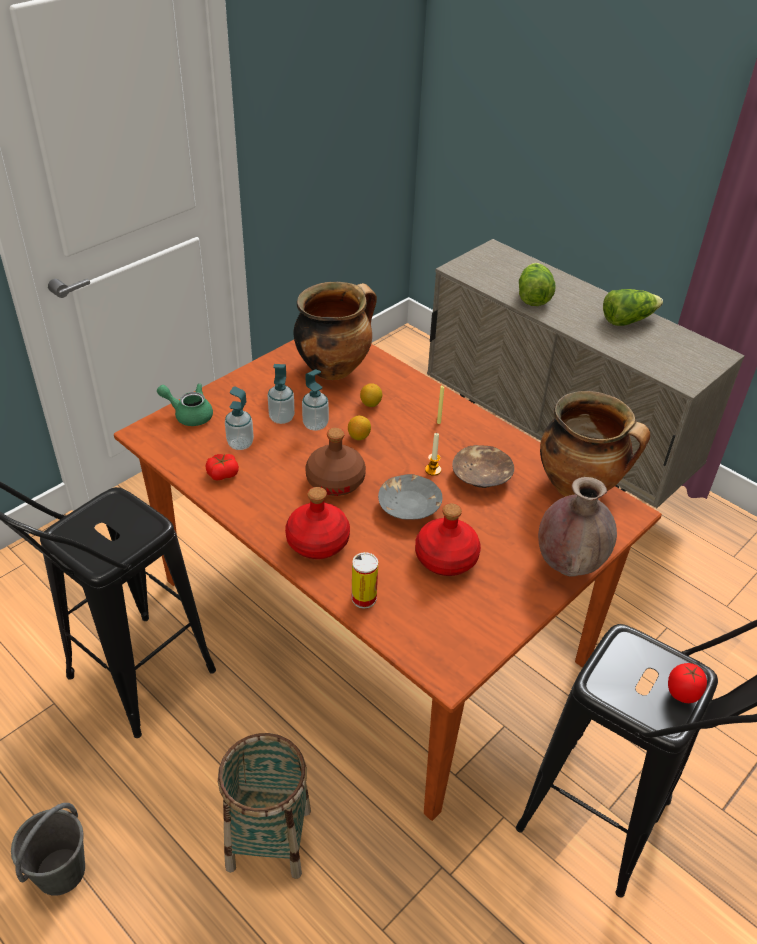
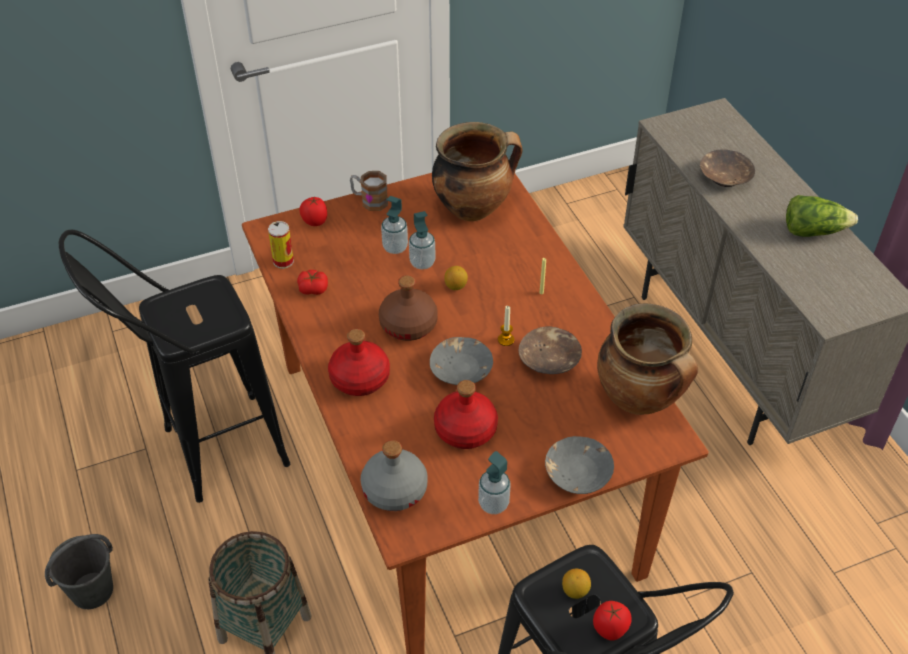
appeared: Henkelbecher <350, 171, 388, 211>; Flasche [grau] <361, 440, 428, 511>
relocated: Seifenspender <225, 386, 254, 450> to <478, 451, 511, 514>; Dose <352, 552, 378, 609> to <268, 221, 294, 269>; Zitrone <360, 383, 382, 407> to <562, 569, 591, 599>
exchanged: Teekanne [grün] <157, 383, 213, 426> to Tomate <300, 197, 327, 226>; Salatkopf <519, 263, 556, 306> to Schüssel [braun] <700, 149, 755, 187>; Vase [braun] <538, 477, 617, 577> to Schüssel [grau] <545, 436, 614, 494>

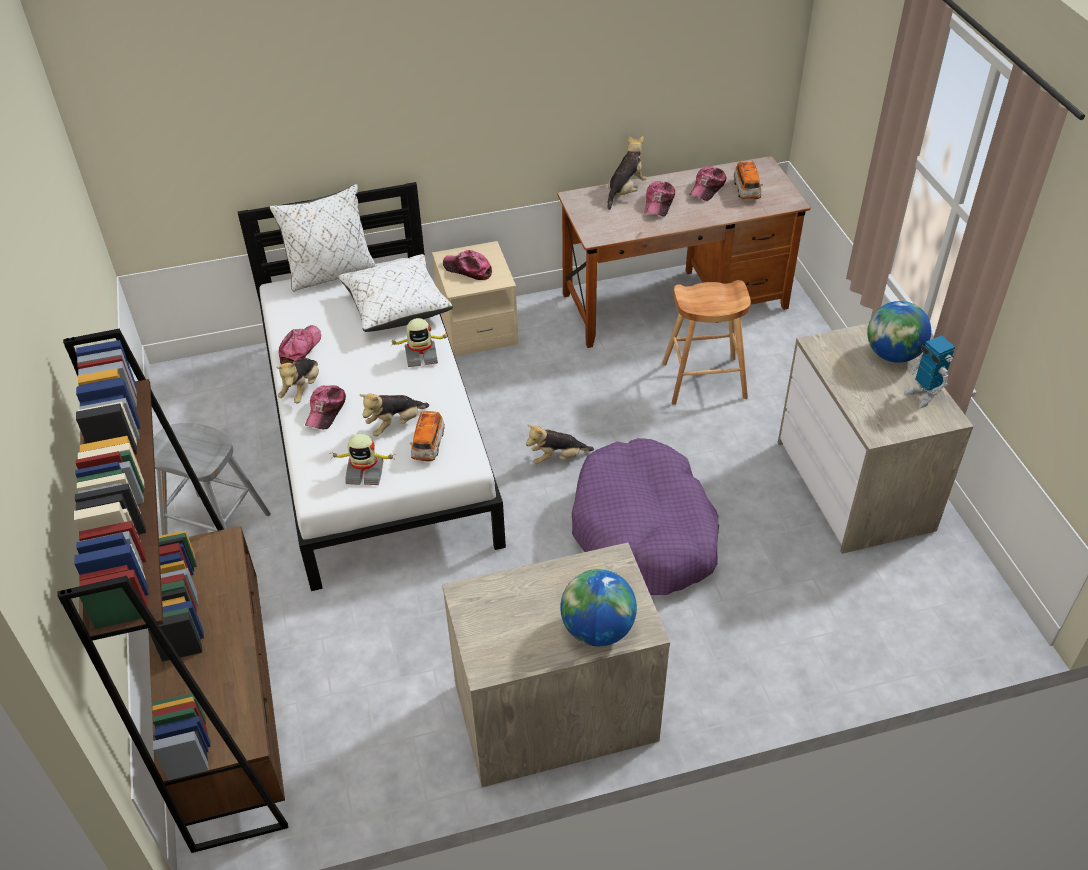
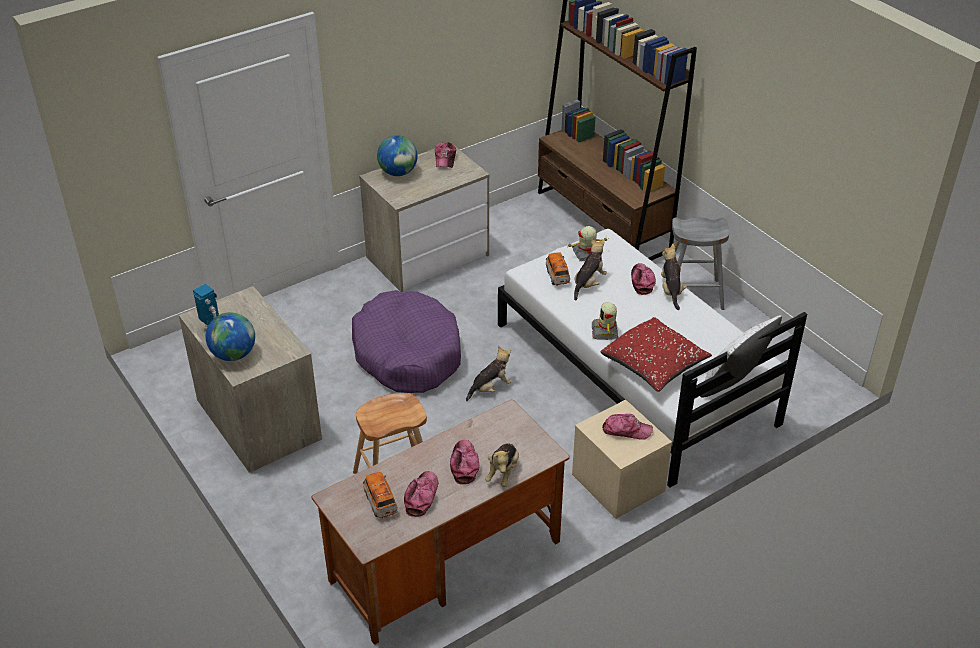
relocated: Kappe <279, 325, 321, 364> to <435, 142, 456, 168>
colour: Kissen [weiß] <339, 254, 453, 332> to Kissen [rot] <600, 317, 712, 392>
spun: Spielzeugroboter <389, 318, 449, 367> = <592, 302, 618, 340> 60 degrees counterclockwise

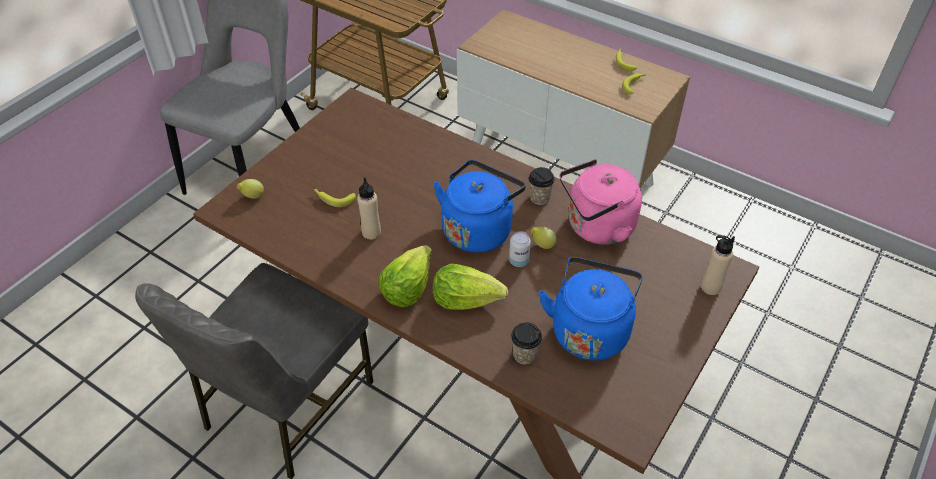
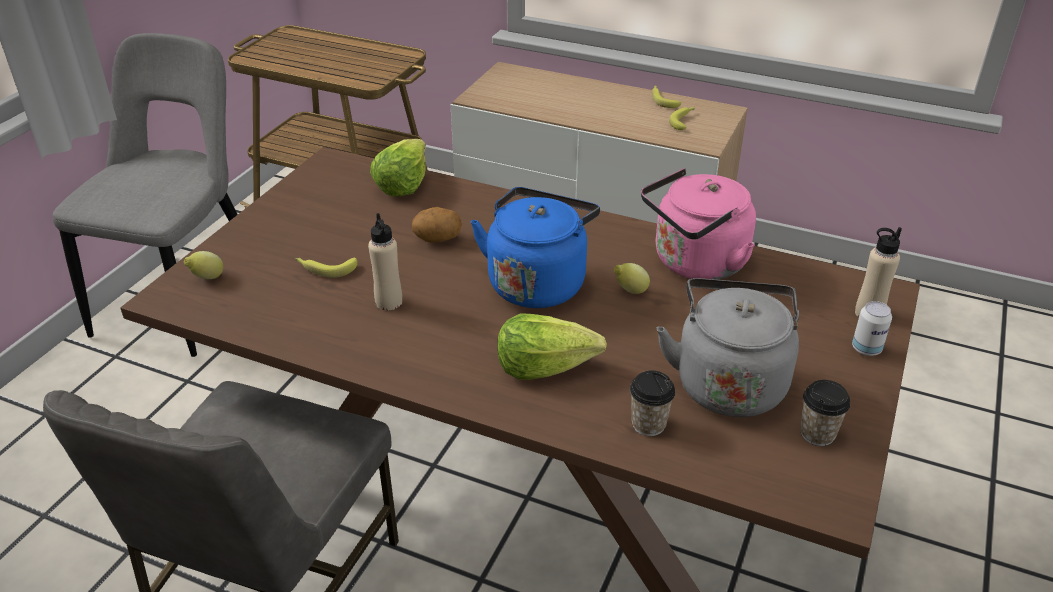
appeared: Kartoffel <412, 207, 462, 243>
relocated: Salatkopf <378, 245, 432, 307> to <370, 139, 426, 197>; Dose <509, 231, 531, 267> to <852, 301, 892, 356>; Tasse <528, 167, 555, 205> to <800, 380, 850, 446>
colour: Wasserkessel [blau] <539, 257, 643, 361> to Wasserkessel [grau] <657, 278, 799, 417>

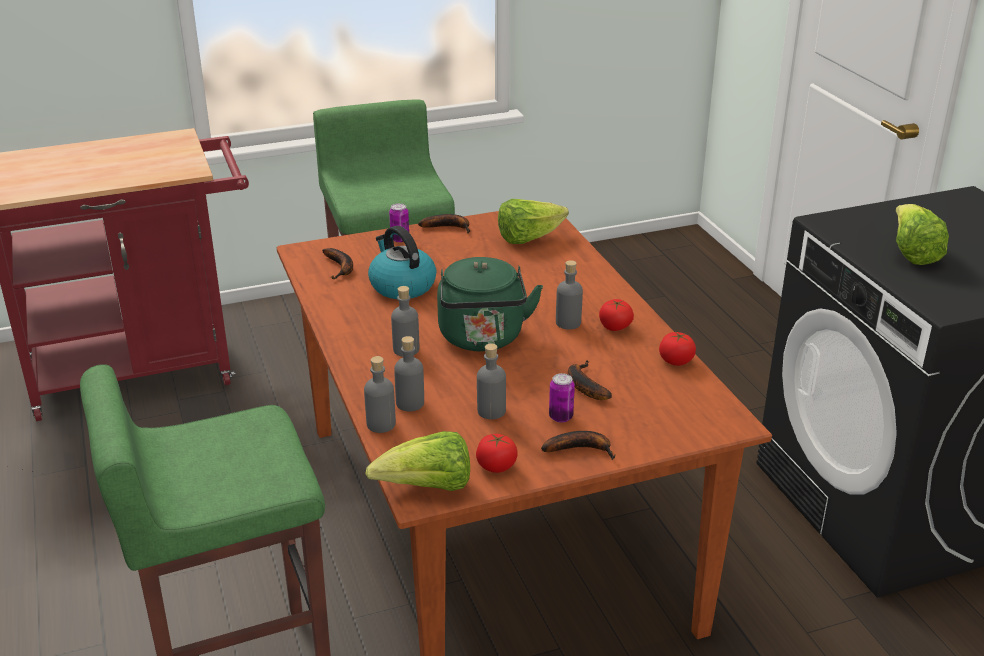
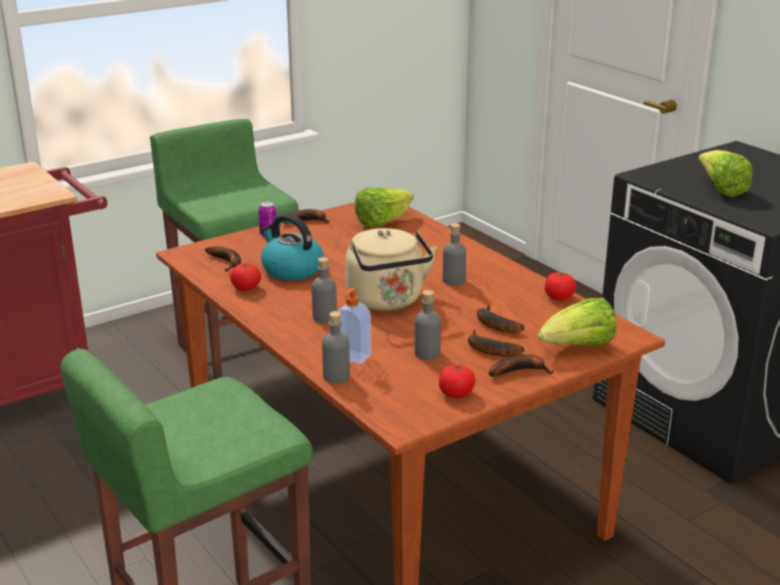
relocated: Salatkopf <365, 431, 470, 491> to <538, 298, 617, 346>; Tomate <599, 299, 634, 331> to <230, 263, 261, 291>
exchanged: Flasche [grau] <394, 336, 424, 411> to Seifenspender <338, 288, 371, 364>; Dose <549, 373, 575, 423> to Banane <468, 330, 524, 357>
colour: Wasserkessel [grün] <437, 257, 543, 351> to Wasserkessel [beige] <345, 228, 437, 311>

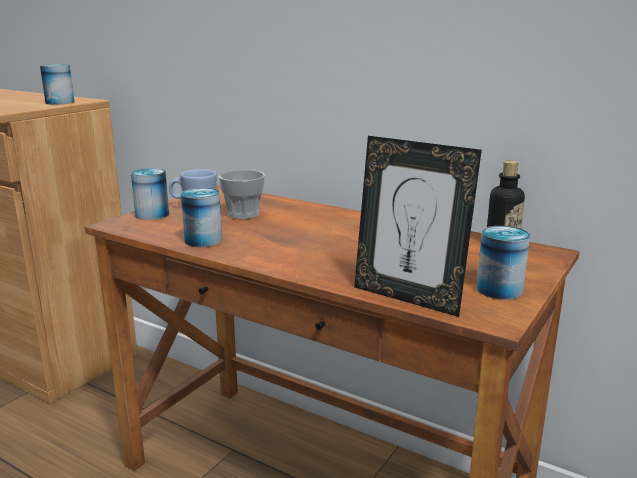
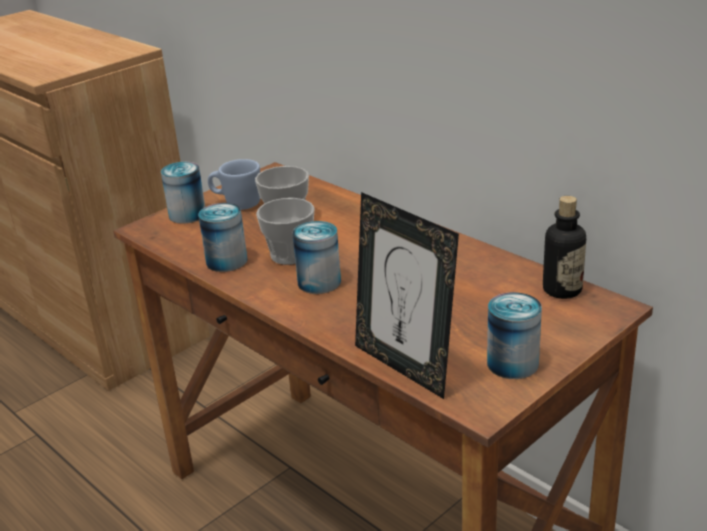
appeared: Tasse <256, 198, 315, 265>
relocated: Dose <40, 64, 74, 105> to <293, 221, 341, 294>

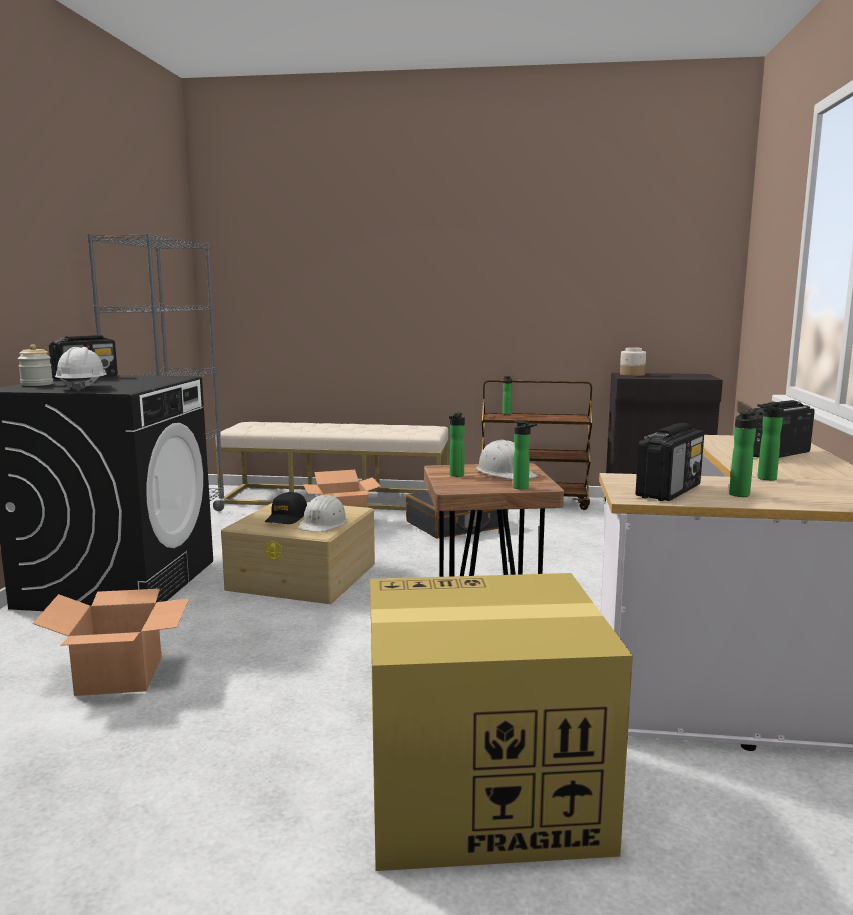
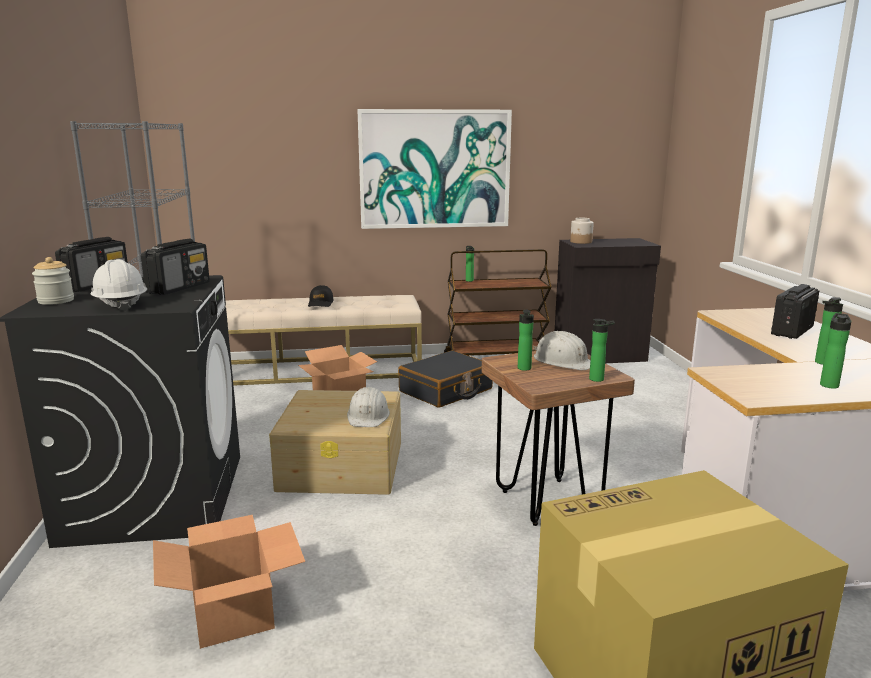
appeared: Bild <357, 109, 512, 229>
relocated: Kappe [schwarz] <265, 492, 307, 524> to <308, 285, 334, 307>; Radio <636, 423, 704, 501> to <141, 239, 210, 295>

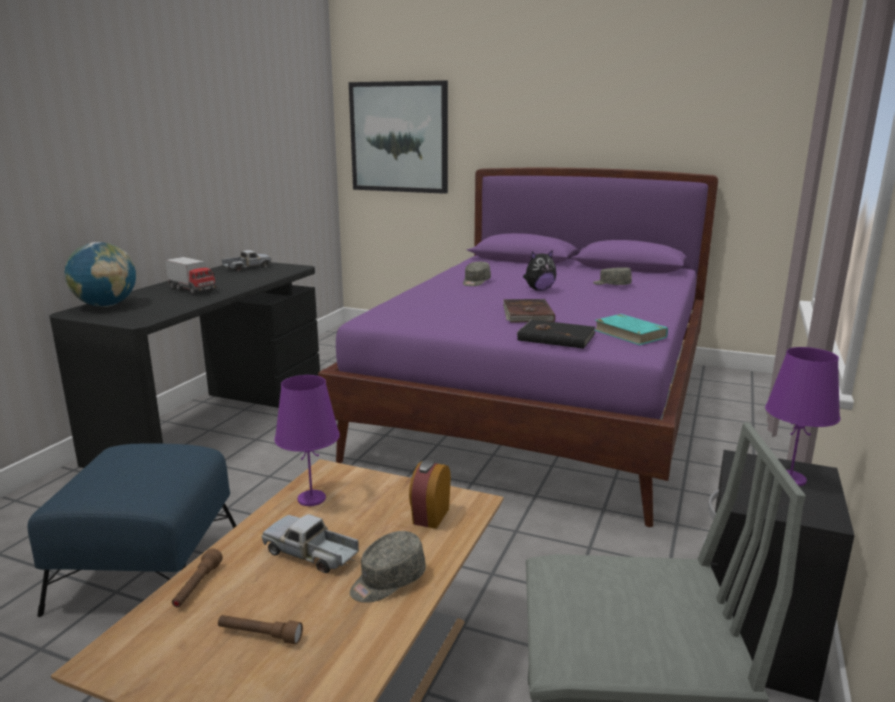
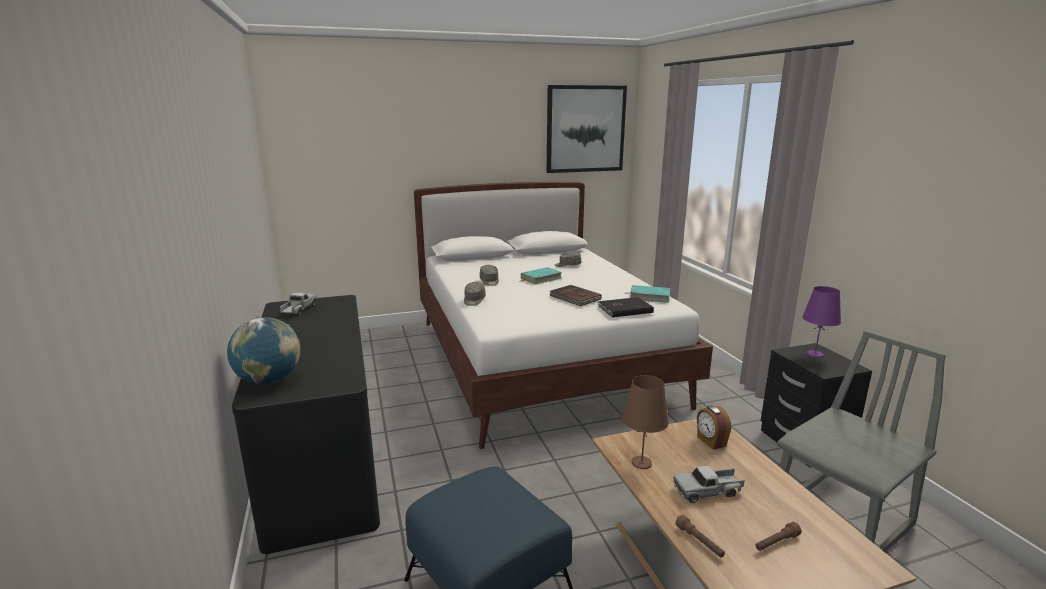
missing: Spielzeuglaster <165, 257, 217, 295>
relocated: Bild <349, 80, 448, 194> to <547, 85, 627, 173>; Kappe [grau] <350, 531, 426, 603> to <464, 282, 486, 306>
exchanged: Plüschtier <523, 250, 556, 291> to Buch [türkis] <520, 267, 562, 284>
colour: Tischlampe [lila] <275, 375, 340, 506> to Tischlampe [braun] <622, 375, 669, 469>; Bett [lila] <318, 168, 718, 527> to Bett [weiß] <414, 182, 713, 449>

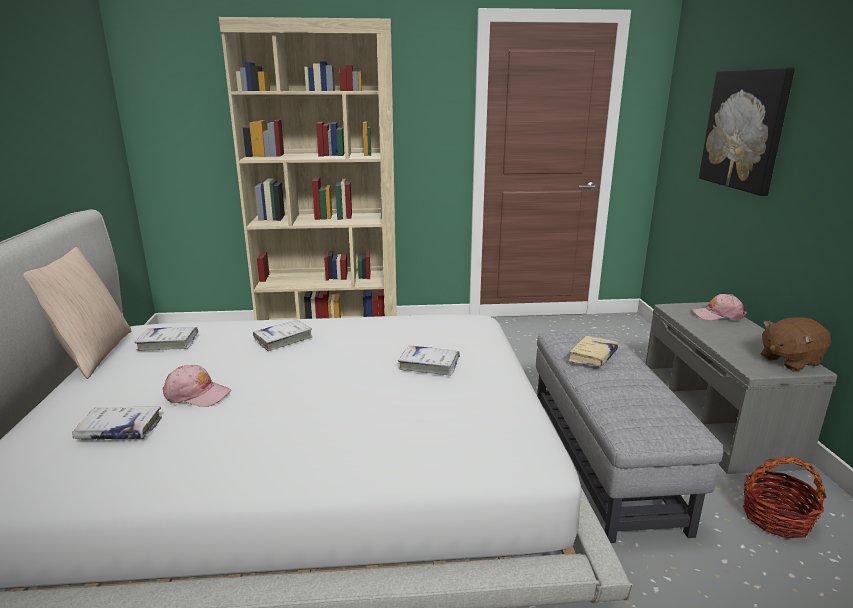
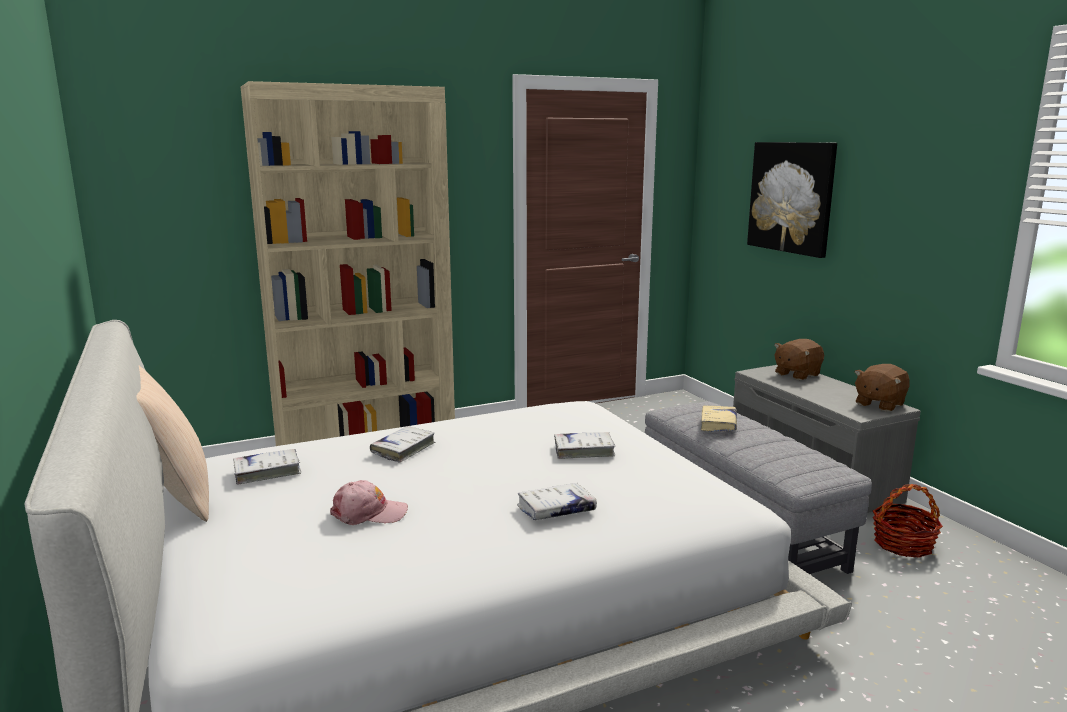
relocated: Buch [weiß] <72, 406, 162, 439> to <517, 483, 597, 520>
exchanged: Kappe [rosa] <692, 294, 747, 320> to Plüschtier [braun] <774, 339, 824, 380>

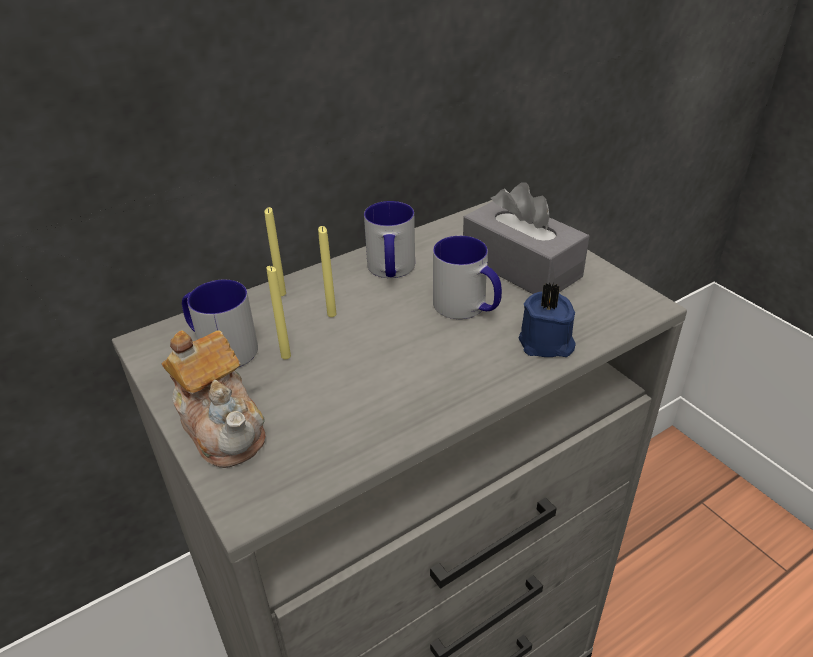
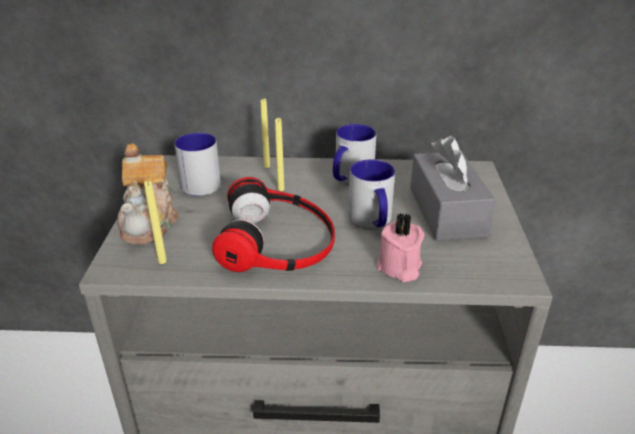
appeared: Kopfhörer <212, 177, 335, 272>
relocated: Kerze [gelb] <266, 266, 291, 359> to <144, 181, 167, 264>
colour: Kerze [blau] <518, 282, 576, 357> to Kerze [rosa] <376, 213, 424, 282>

